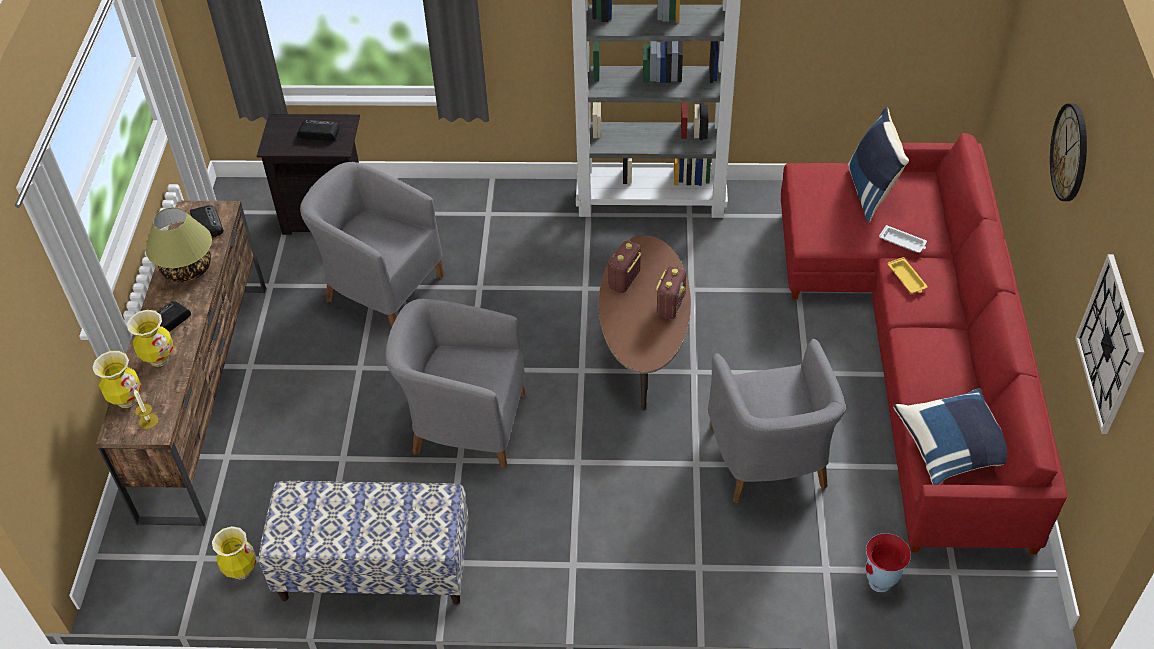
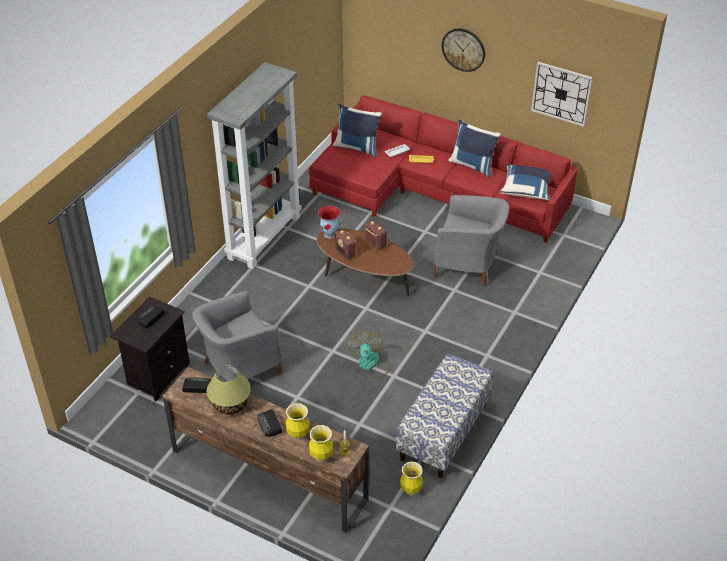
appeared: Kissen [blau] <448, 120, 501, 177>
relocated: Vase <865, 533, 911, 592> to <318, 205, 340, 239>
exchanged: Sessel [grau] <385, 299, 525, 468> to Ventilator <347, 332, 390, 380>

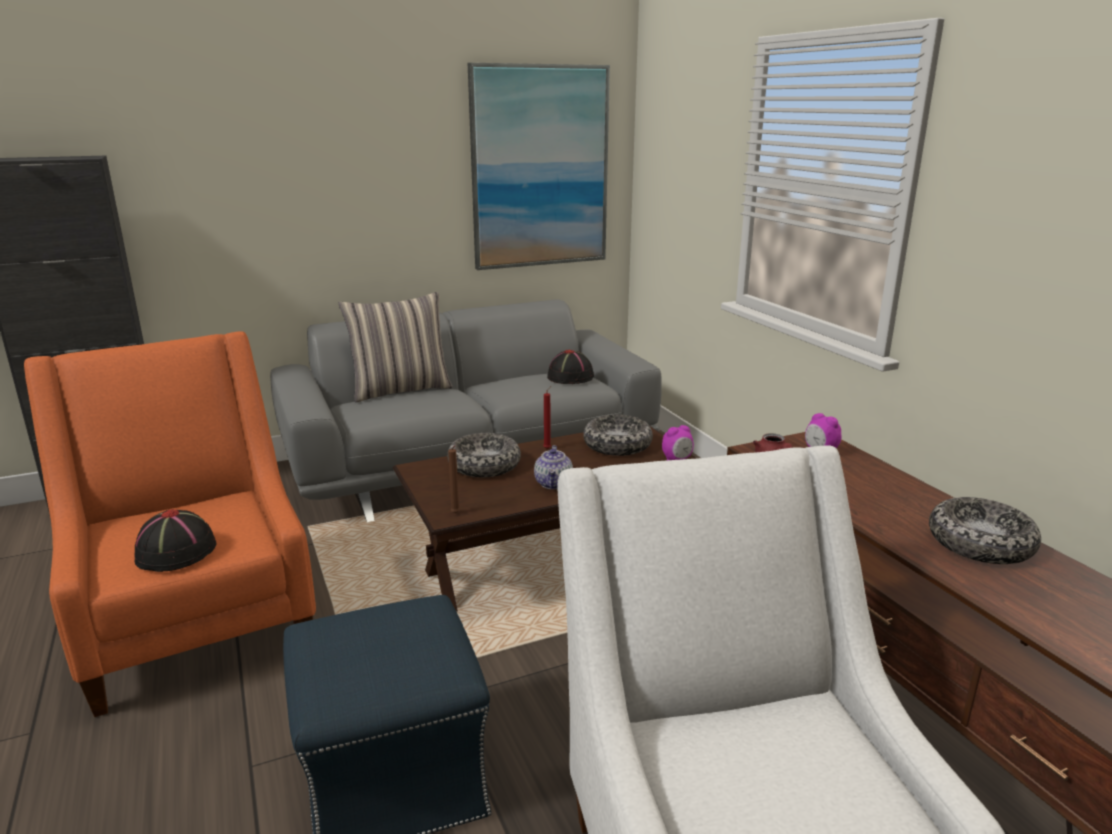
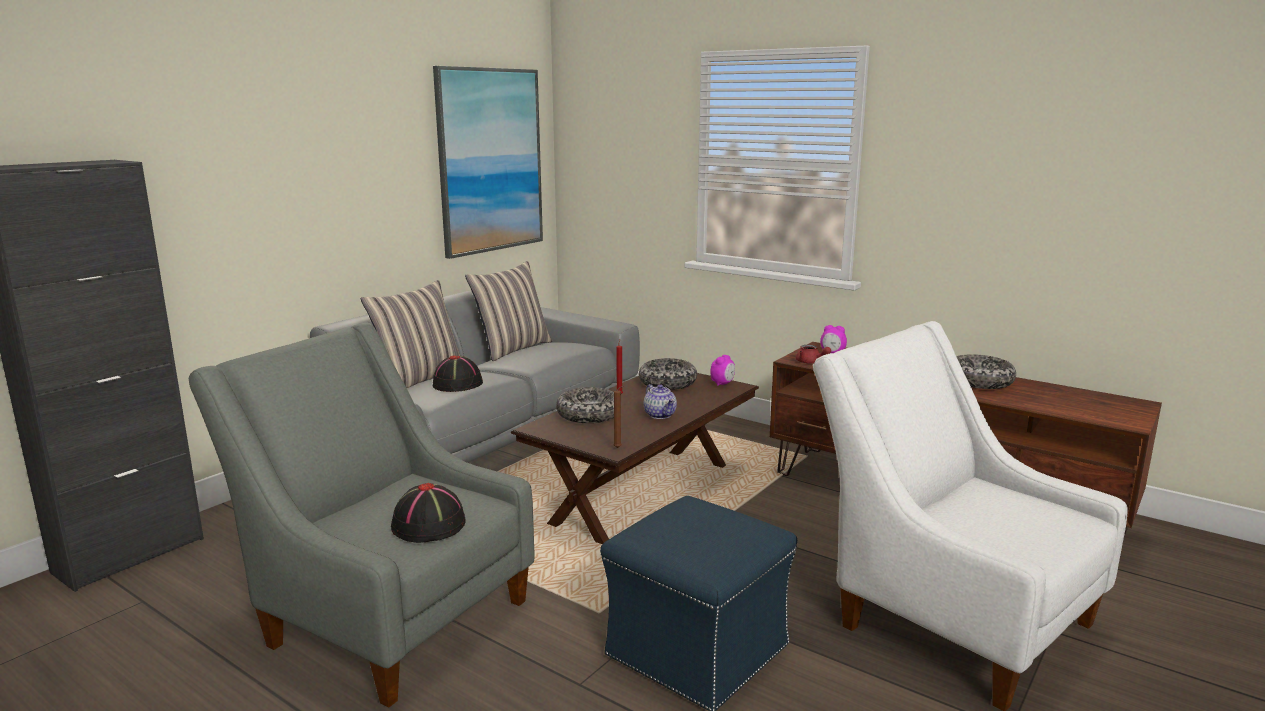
appeared: Kissen <465, 261, 552, 361>
relocated: Hut [schwarz] <547, 350, 594, 384> to <433, 355, 483, 392>
colour: Sessel [orange] <24, 331, 316, 717> to Sessel [grau] <189, 322, 535, 707>

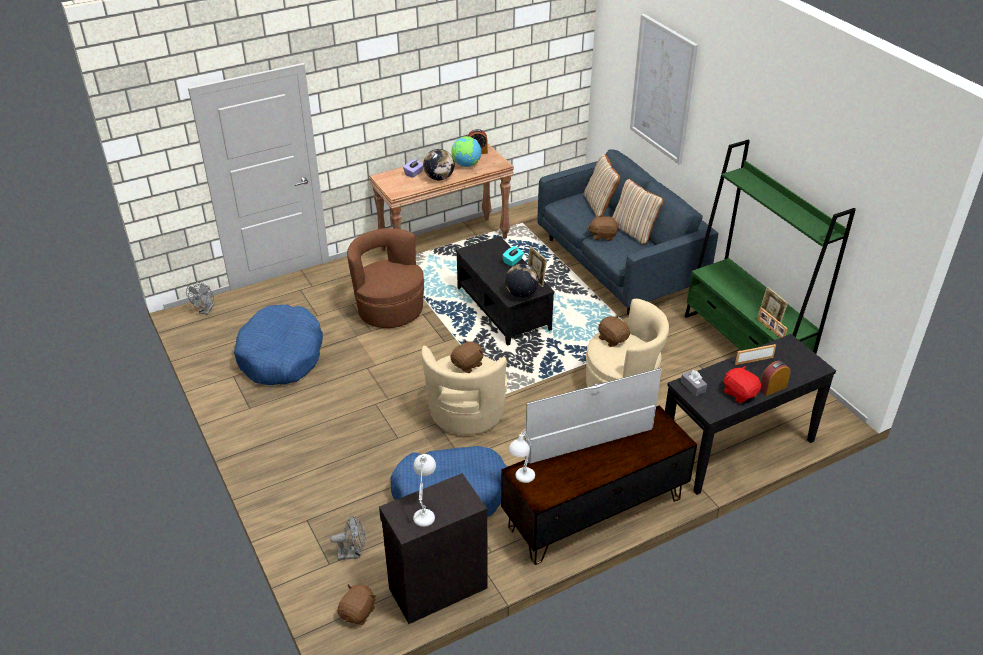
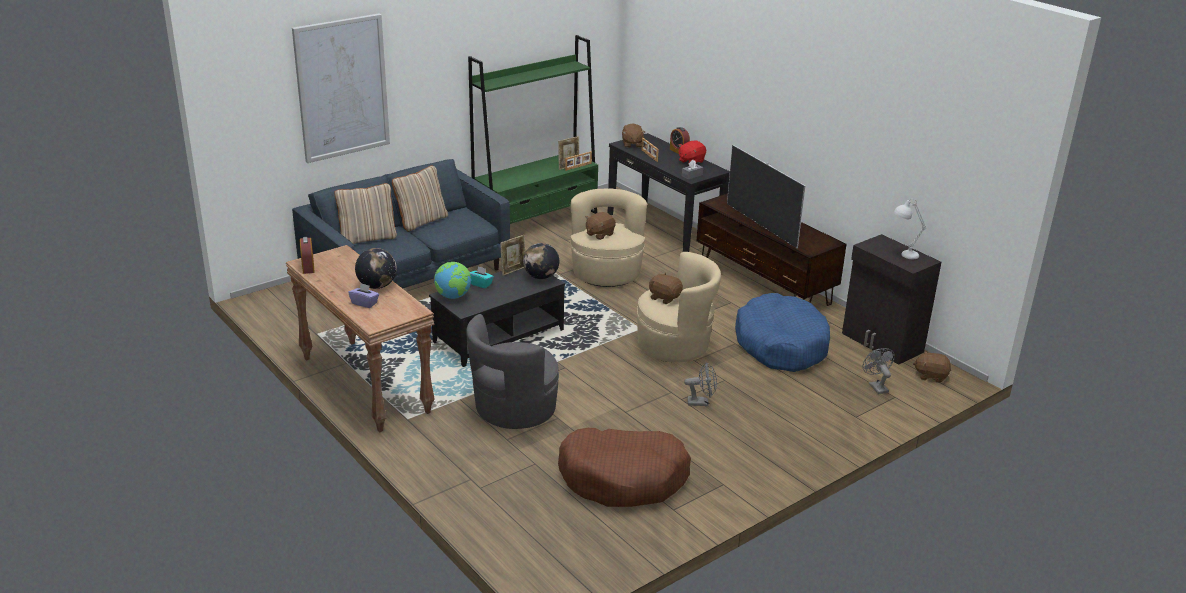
missing: Tischlampe [weiß] <509, 429, 535, 483>
relocated: Ventilator [grau] <186, 282, 215, 314> to <684, 362, 717, 406>; Globus <452, 136, 481, 167> to <434, 262, 471, 299>; Plüschtier [braun] <587, 215, 618, 241> to <622, 124, 645, 148>
colour: Hundebett [blau] <234, 305, 323, 385> to Hundebett [braun] <558, 428, 691, 507>; Sessel [braun] <347, 228, 424, 328> to Sessel [grau] <466, 314, 559, 429>

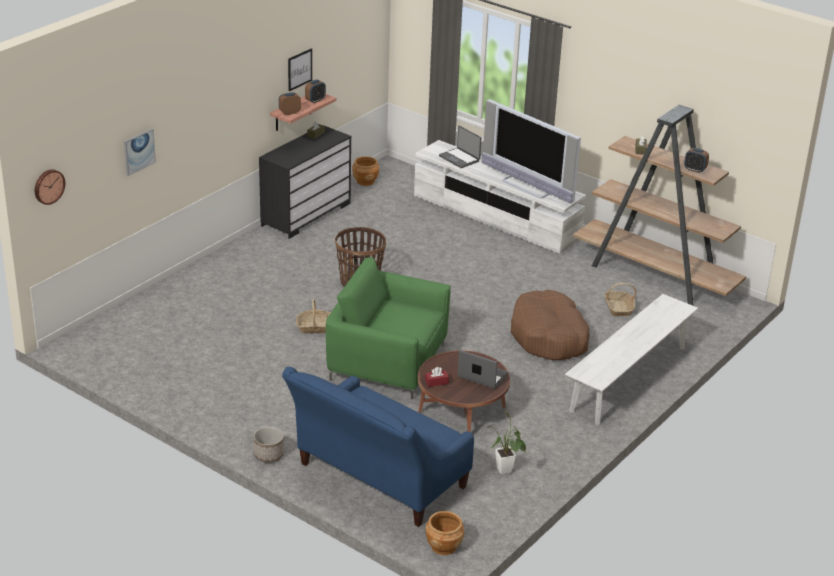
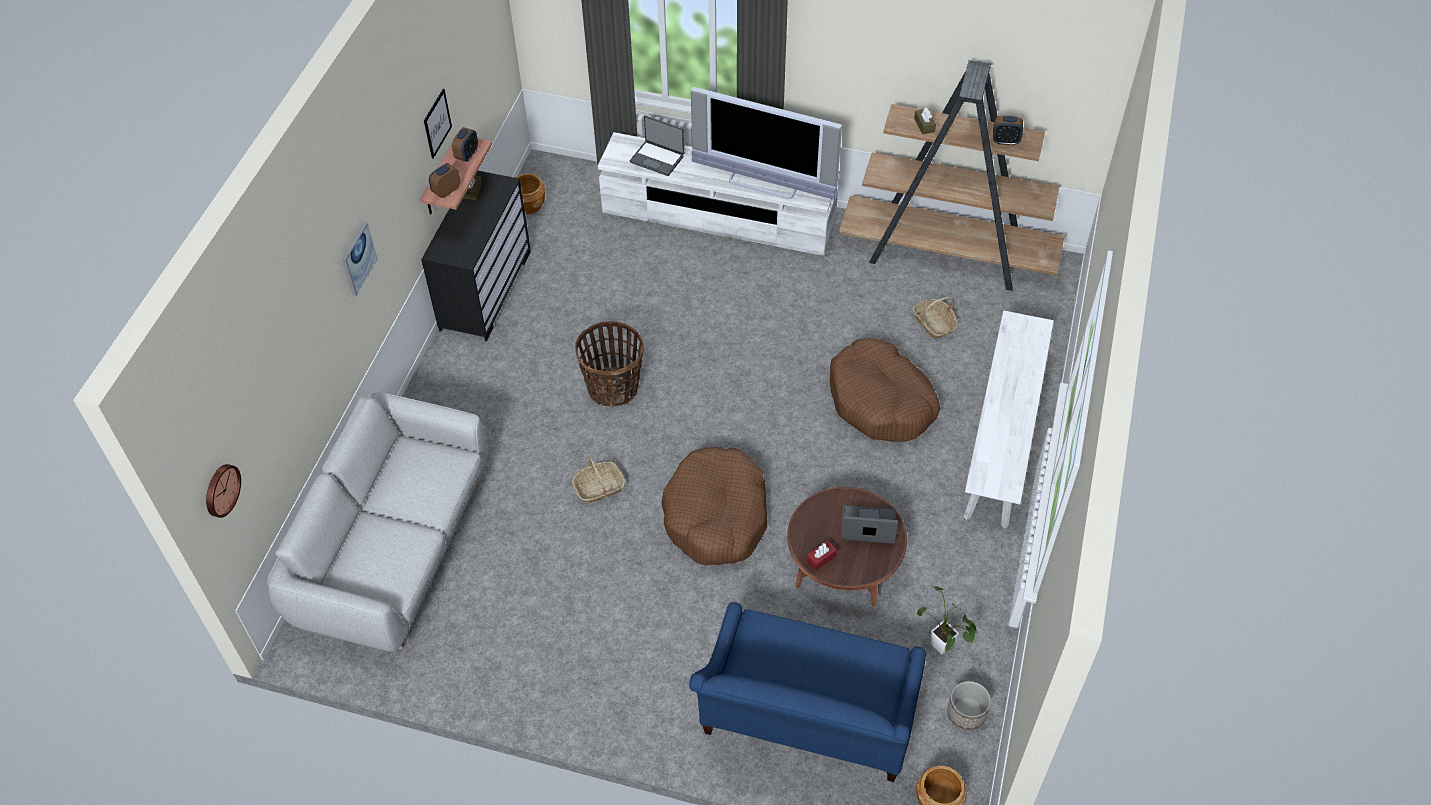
appeared: Sofa [grau] <267, 392, 487, 652>
relocated: Bild <124, 129, 156, 176> to <342, 222, 378, 296>; Pflanzkübel <253, 427, 284, 463> to <948, 681, 991, 730>
exchanged: Sessel [grün] <326, 257, 451, 399> to Hundebett [braun] <662, 447, 767, 566>

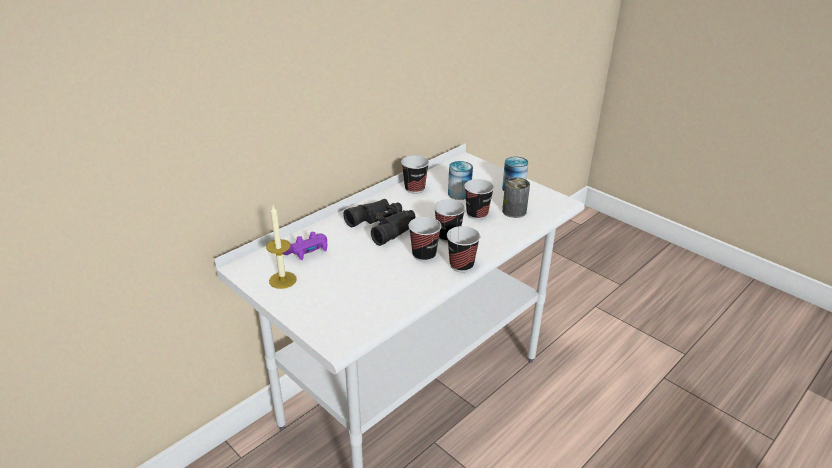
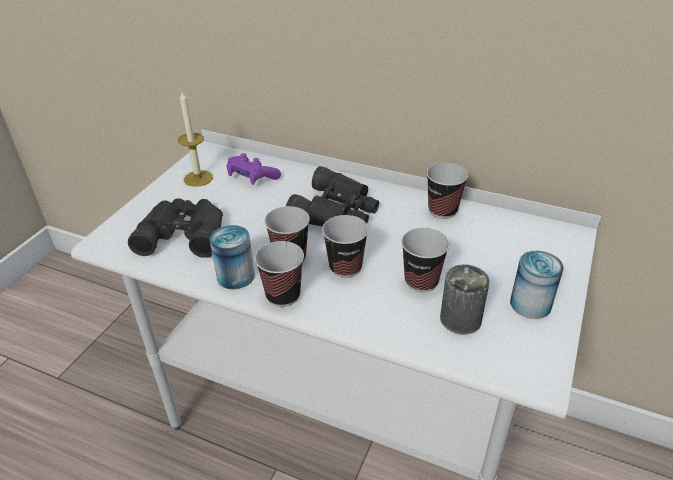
appeared: Fernglas [schwarz] <128, 198, 223, 258>
relocated: Dose <448, 161, 473, 200> to <210, 225, 255, 289>

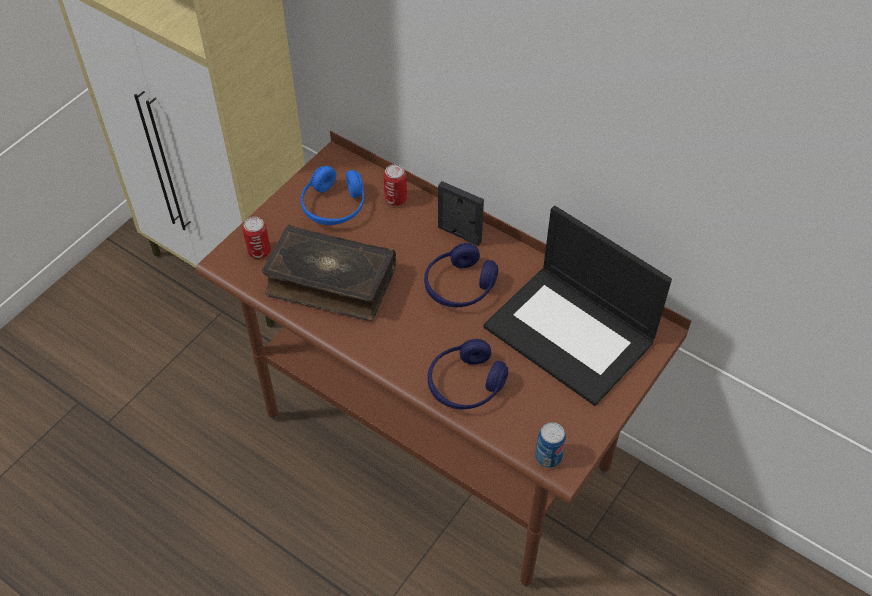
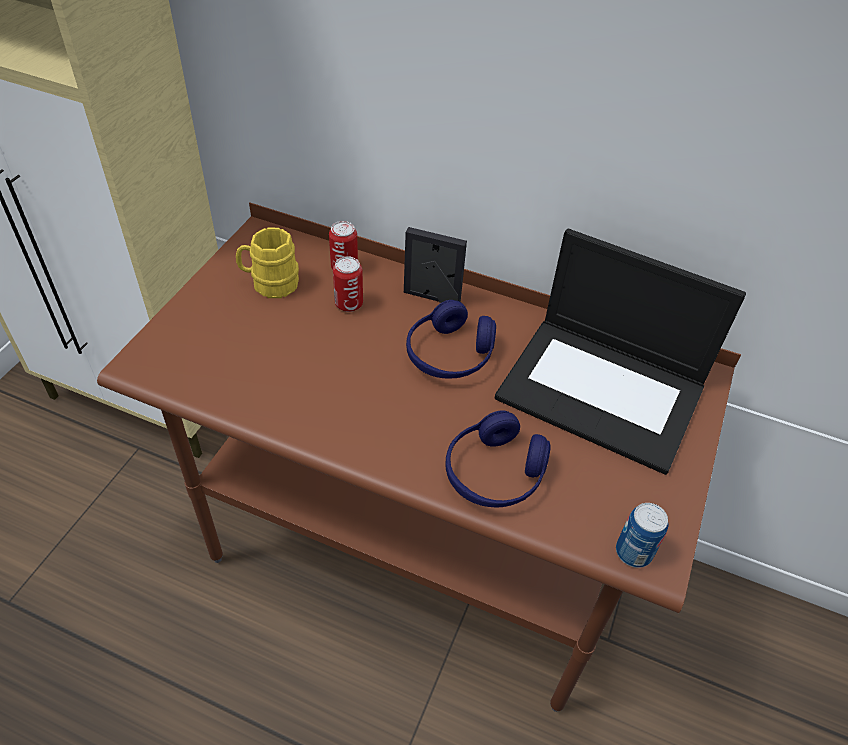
missing: Buch <262, 224, 396, 321>
relocated: Dose <243, 217, 270, 259> to <333, 256, 363, 312>
exchanged: Kopfhörer [blau] <301, 166, 364, 225> to Henkelbecher [gelb] <236, 227, 299, 298>

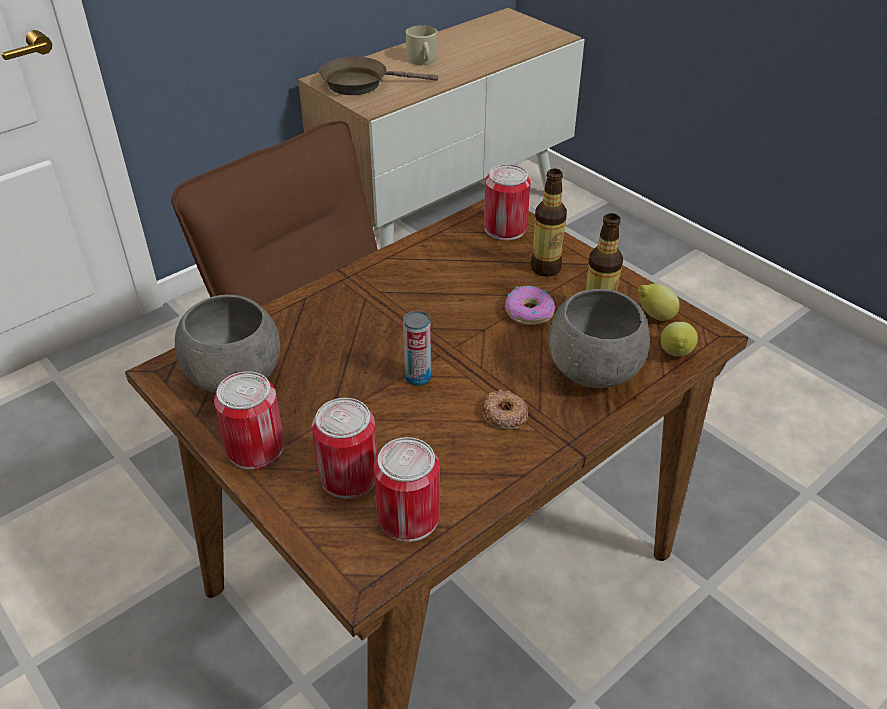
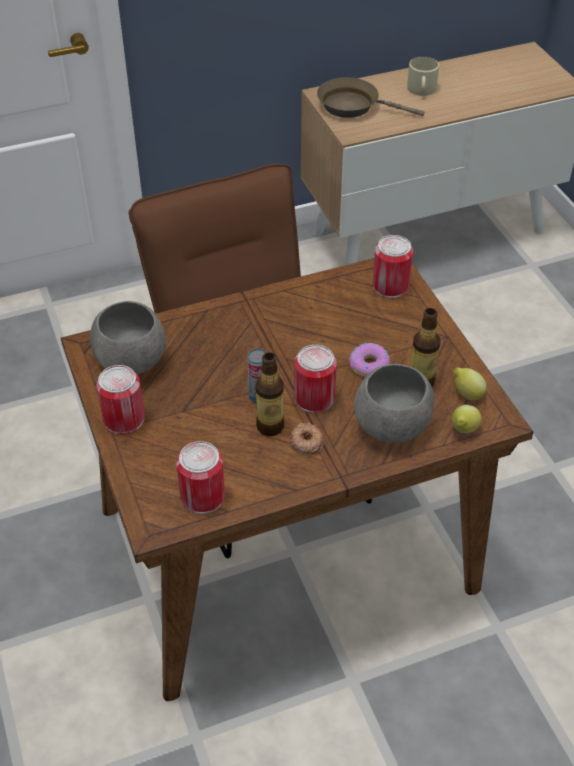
relocated: Dose <312, 398, 377, 499> to <294, 345, 337, 413>; Flasche <531, 169, 567, 277> to <255, 352, 284, 436>

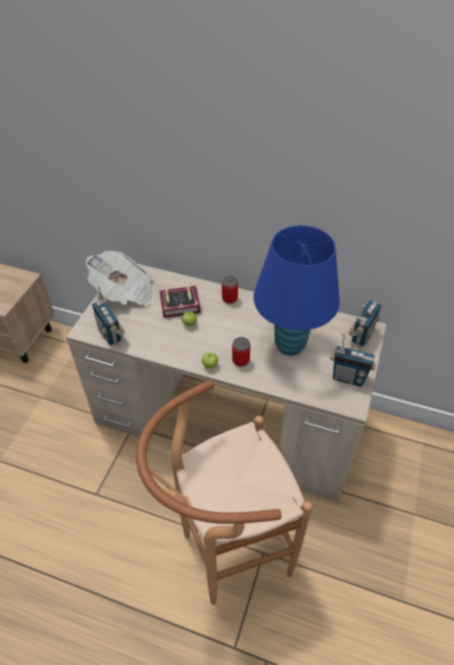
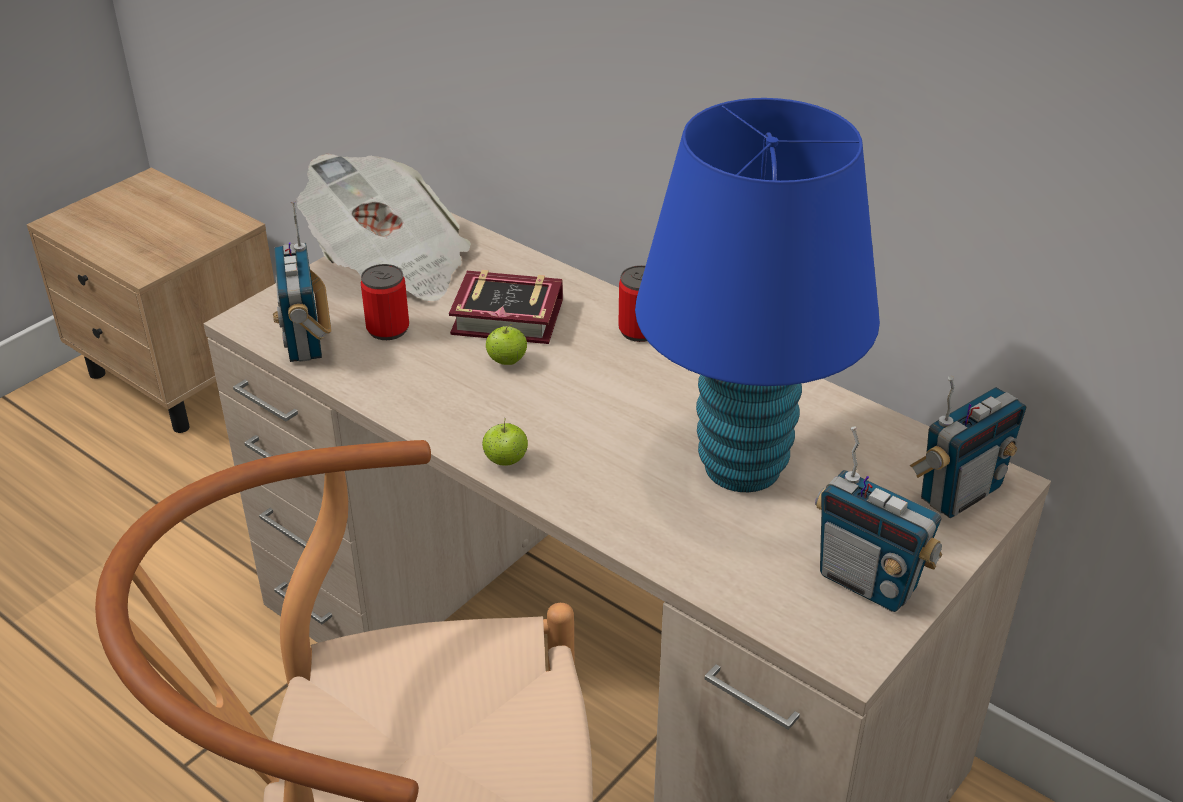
relocated: Dose <232, 337, 250, 367> to <361, 264, 409, 340>

